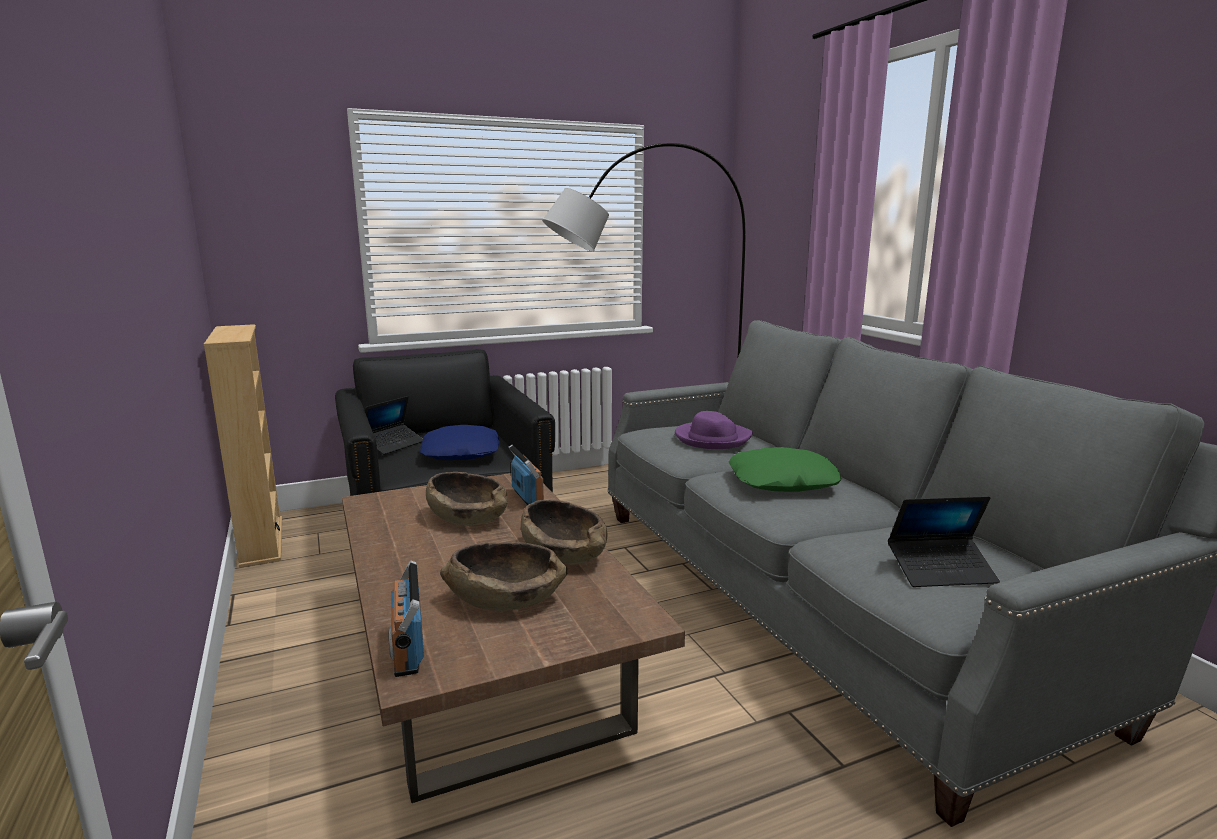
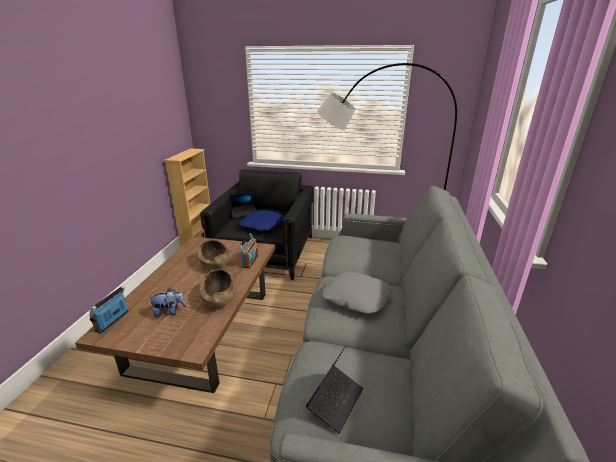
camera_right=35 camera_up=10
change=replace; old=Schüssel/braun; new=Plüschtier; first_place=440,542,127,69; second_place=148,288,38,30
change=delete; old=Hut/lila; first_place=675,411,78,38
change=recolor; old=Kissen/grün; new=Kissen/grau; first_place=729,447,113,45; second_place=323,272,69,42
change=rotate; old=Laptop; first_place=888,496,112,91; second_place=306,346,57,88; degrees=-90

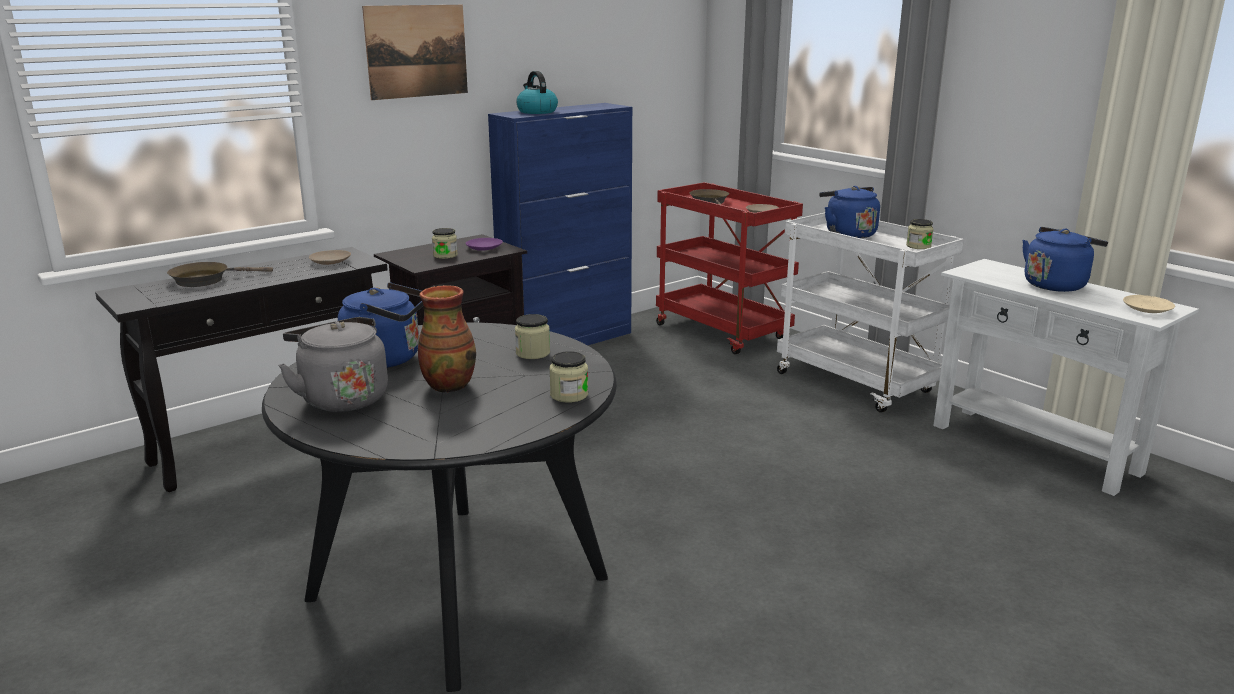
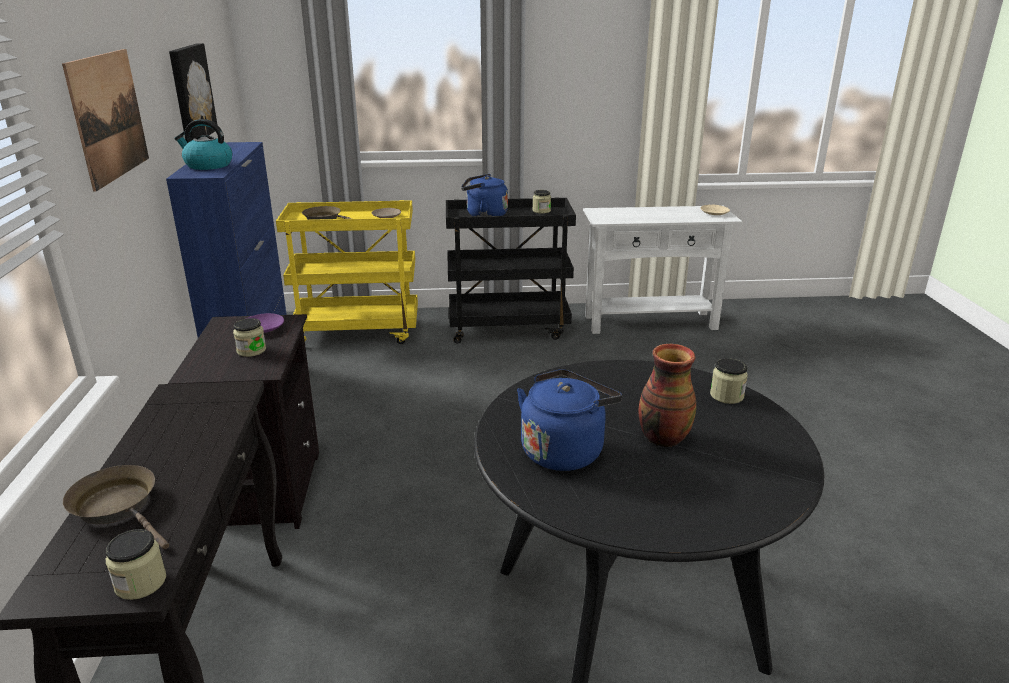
camera_right=-55 camera_up=5
change=rotate; old=Pfanne/braun; first_place=167,262,106,25; second_place=63,465,106,84; degrees=120
change=delete; old=Wasserkessel/grau; first_place=279,317,109,95
change=delete; old=Teller/beige; first_place=309,250,42,15
change=move; old=Vorratsglas; first_place=515,314,35,45; second_place=106,529,60,71
change=recolor; old=Rollwagen/rot; new=Rollwagen/gelb; first_place=656,182,147,173; second_place=276,200,142,144
change=recolor; old=Rollwagen/weiß; new=Rollwagen/schwarz; first_place=777,212,187,201; second_place=446,197,130,147
change=delete; old=Wasserkessel/blau; first_place=1022,227,86,65
change=insert; new=Bild; second_place=169,43,48,97

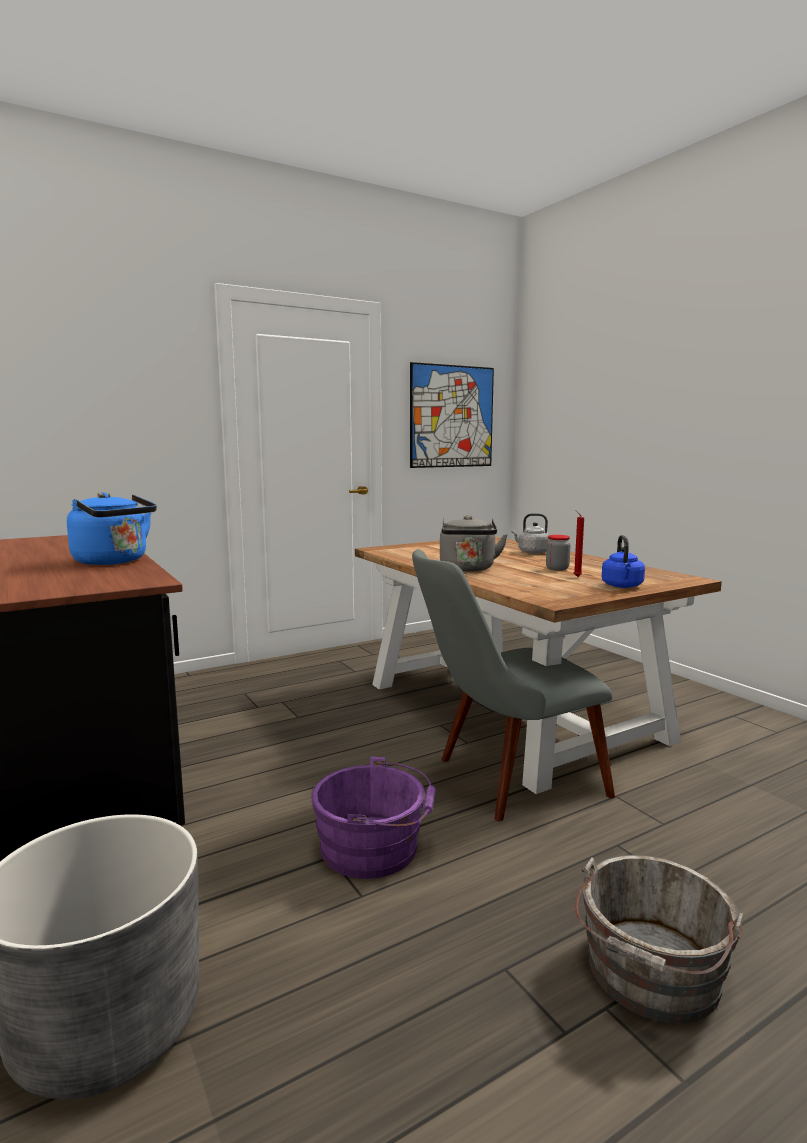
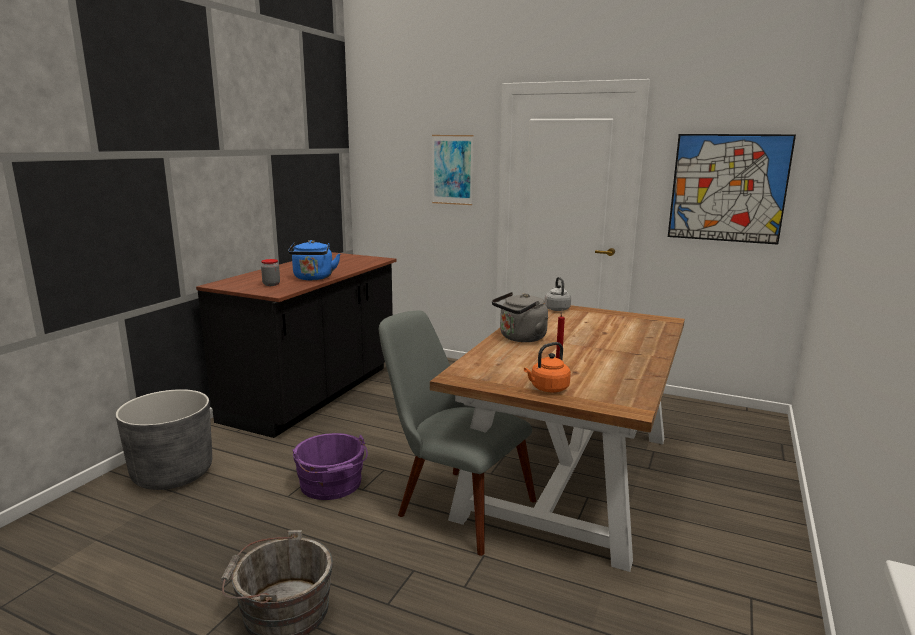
camera_right=55 camera_up=5
change=move; old=Wasserkessel/grau; first_place=511,513,38,41; second_place=544,277,27,34
change=move; old=Vorratsglas; first_place=546,535,25,36; second_place=261,259,19,27
change=recolor; old=Wasserkessel/blau; new=Wasserkessel/orange; first_place=602,535,43,53; second_place=524,342,47,50
change=insert; new=Bild; second_place=432,135,41,70

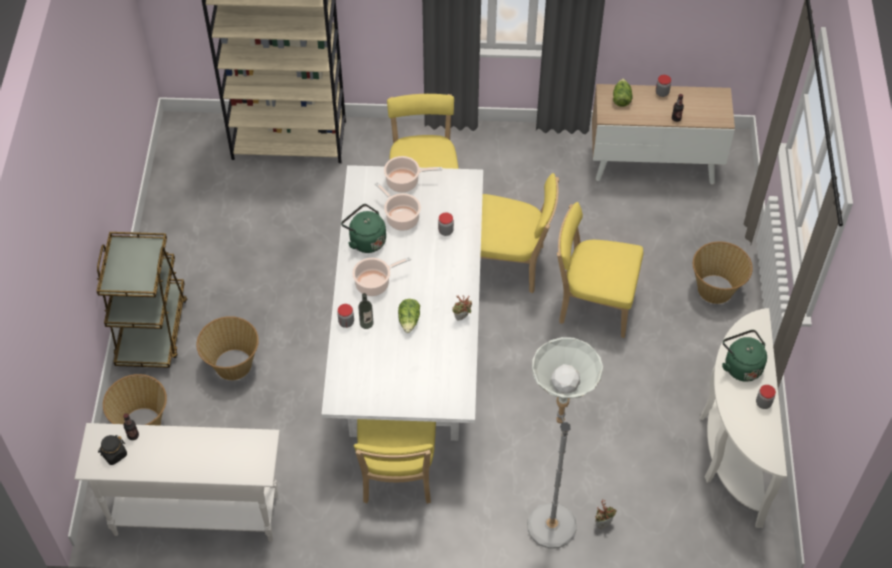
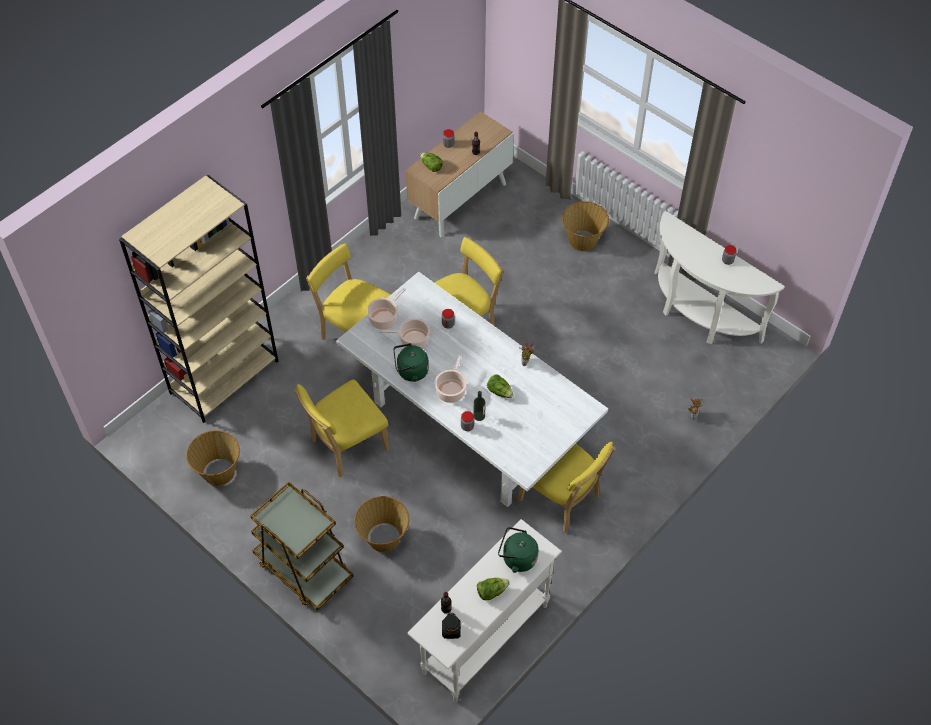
camera_right=-50 camera_up=0
change=move; old=Korb; first_place=103,374,64,52; second_place=186,430,54,56
change=delete; old=Stehlampe/grau; first_place=527,337,76,212
change=move; old=Stuhl/gelb; first_place=557,202,86,136; second_place=294,379,95,99
change=move; old=Wasserkessel/grün; first_place=722,330,45,52; second_place=498,527,40,46
change=insert; new=Salatkopf; second_place=477,578,33,22

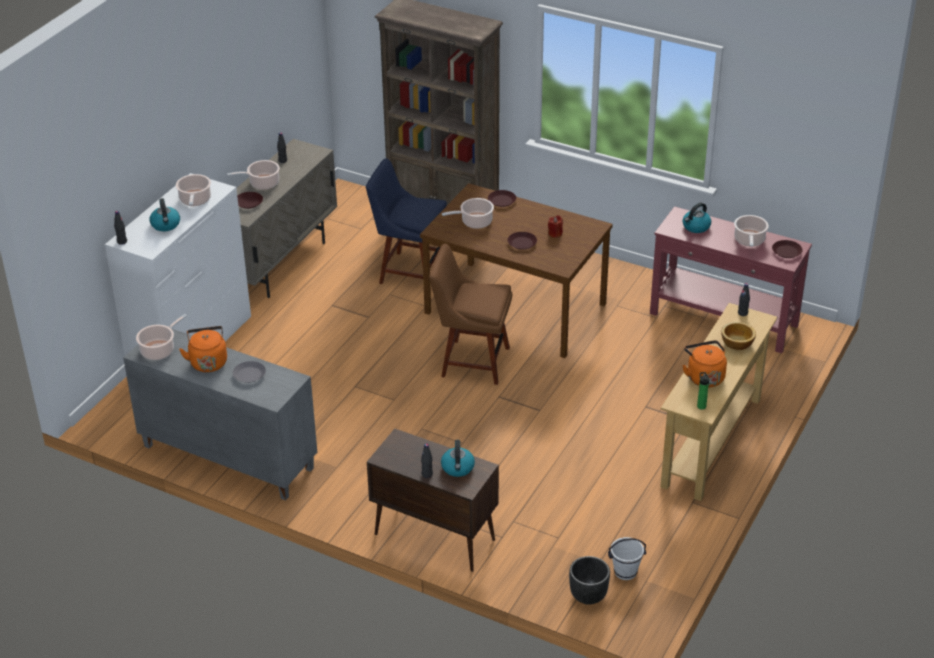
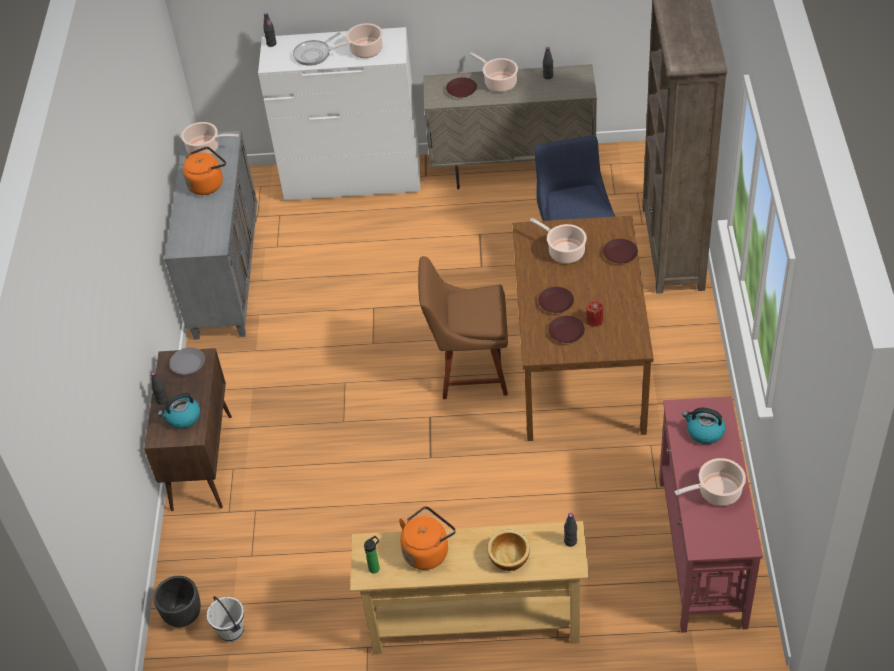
camera_right=65 camera_up=10
change=replace; old=Wasserkessel; new=Pfanne; first_place=150,198,30,33; second_place=293,32,48,34
change=move; old=Teller/grau; first_place=233,361,33,22; second_place=169,347,36,28
change=rotate; old=Stuhl/braun; first_place=429,244,83,141; second_place=418,256,90,143; degrees=-75
change=move; old=Teller/braun; first_place=772,240,30,18; second_place=548,316,37,27

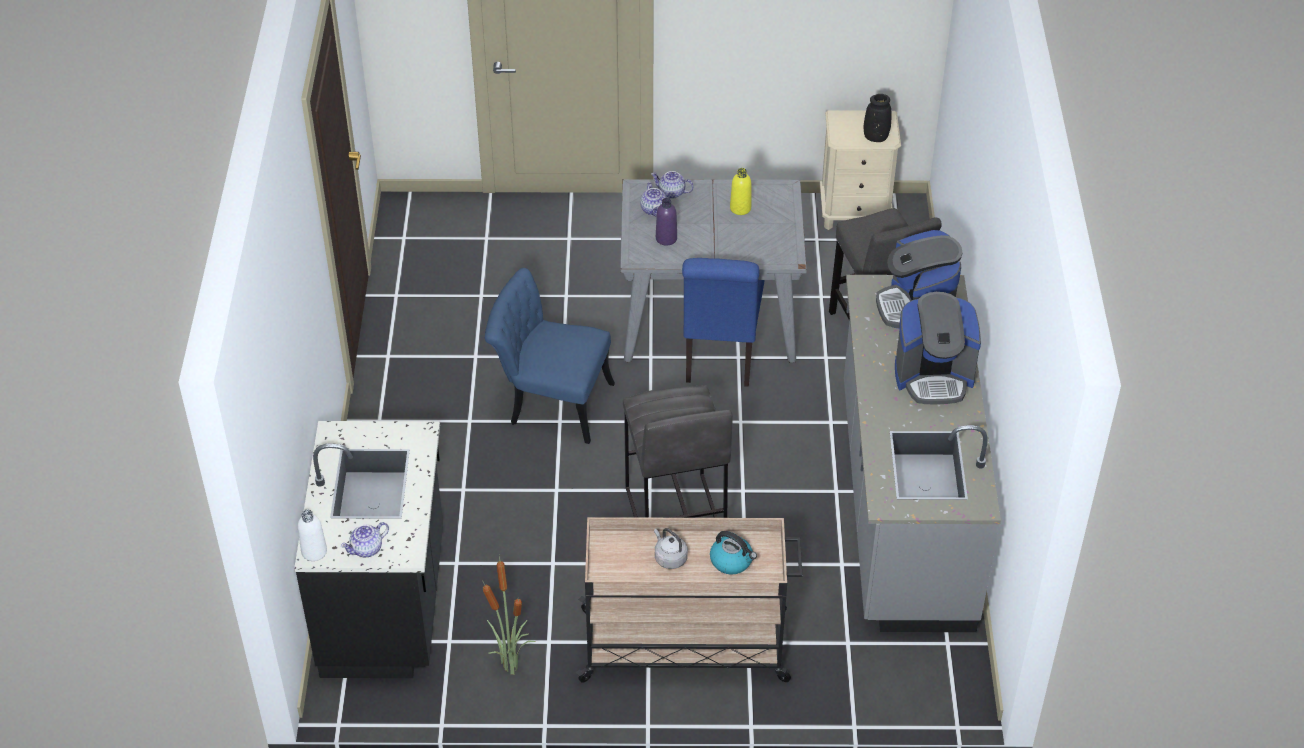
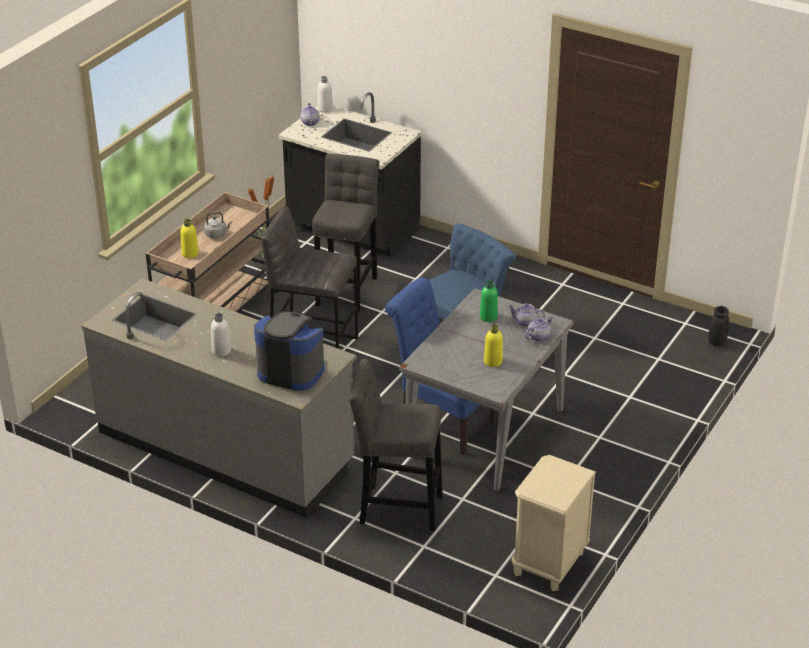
camera_right=120 camera_up=-10
change=recolor; old=Flasche/lila; new=Flasche/grün; first_place=656,198,21,48; second_place=480,281,18,41
change=replace; old=Wasserkessel; new=Flasche/gelb; first_place=710,531,47,44; second_place=181,219,18,39
change=move; old=Vase/schwarz; first_place=864,94,28,48; second_place=708,306,21,40
change=replace; old=Kaffeemaschine; new=Flasche/weiß; first_place=895,292,86,112; second_place=211,313,20,43
change=insert; new=Hocker/grau; second_place=312,154,67,158

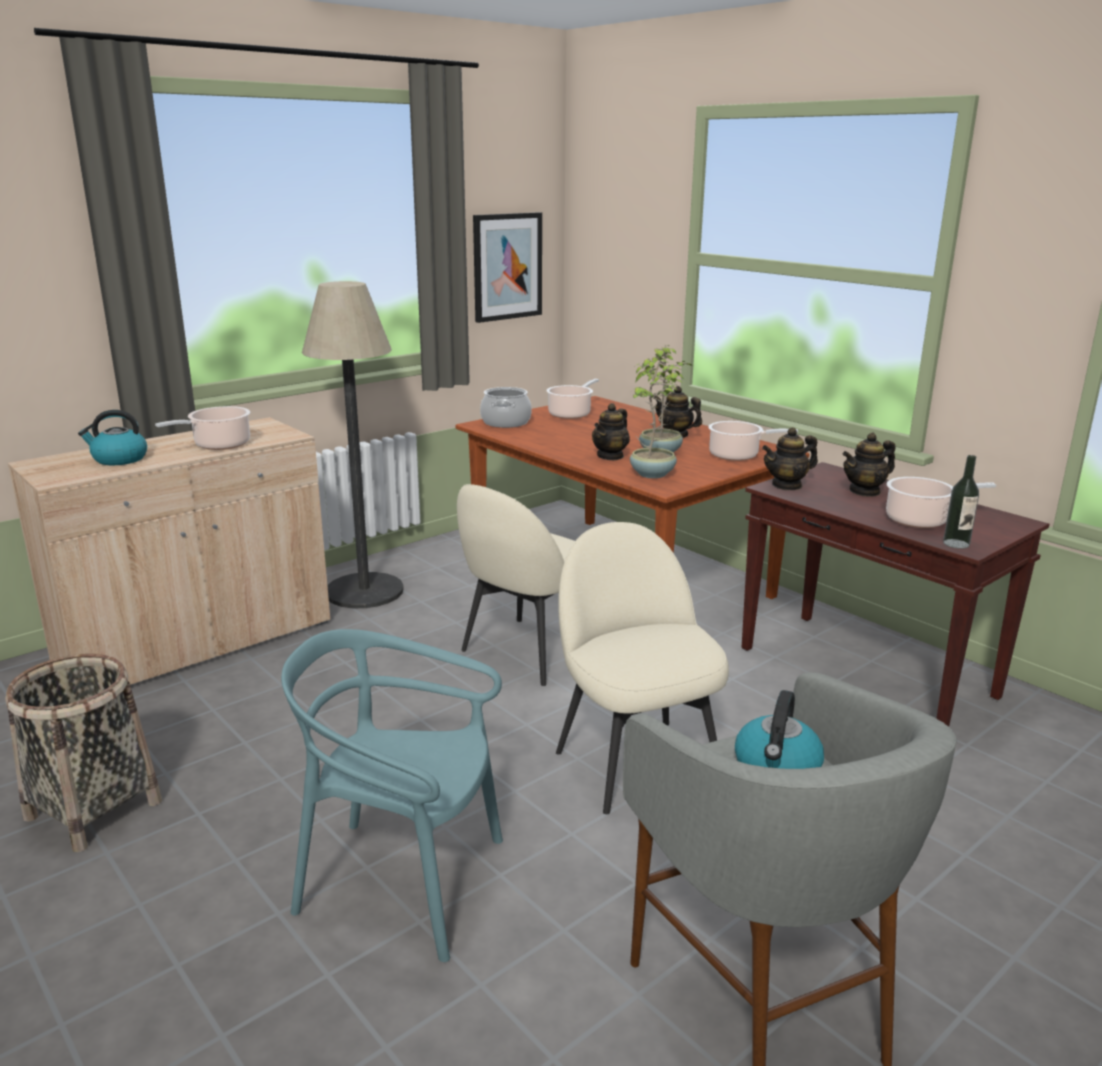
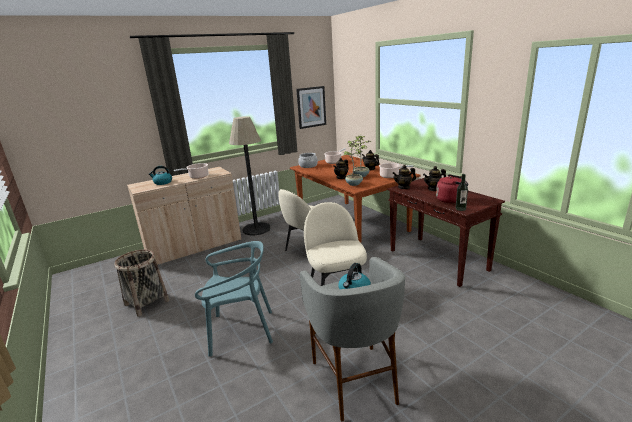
camera_right=10 camera_up=0
change=rotate; old=Stuhl/türkis; first_place=281,629,222,333; second_place=195,241,78,116; degrees=150
change=replace; old=Kochtopf; new=Wasserkessel/rot; first_place=886,477,110,51; second_place=436,174,32,29

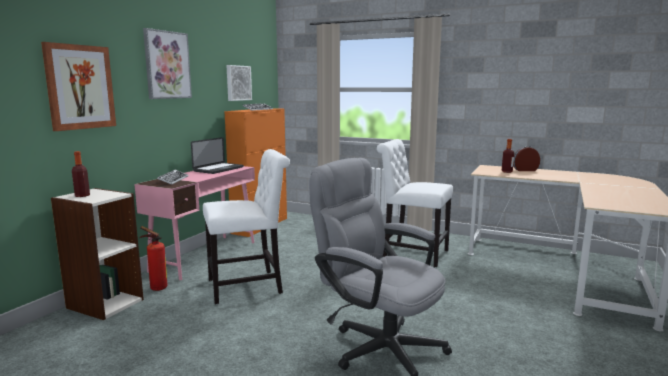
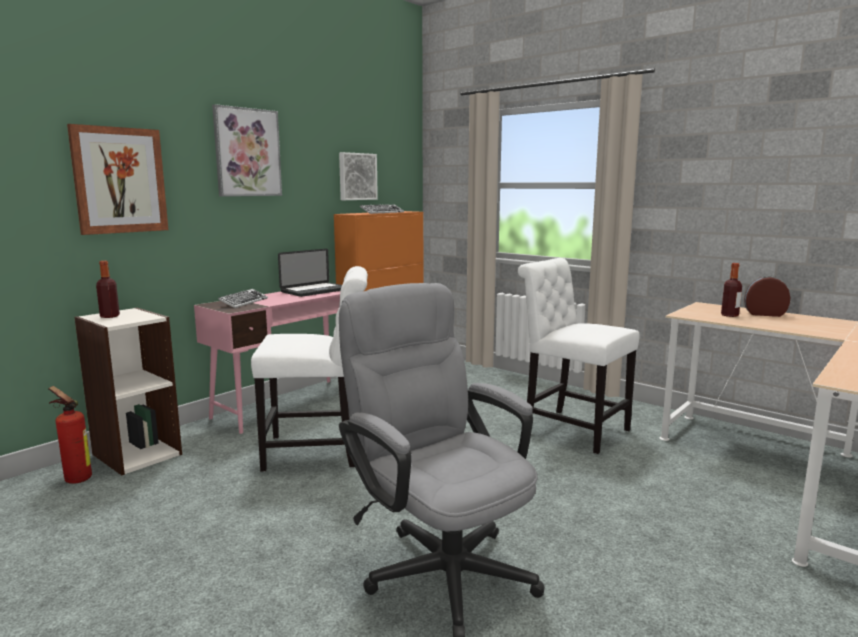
camera_right=15 camera_up=0
change=move; old=Feuerlöscher; first_place=139,226,28,65; second_place=48,386,44,98

